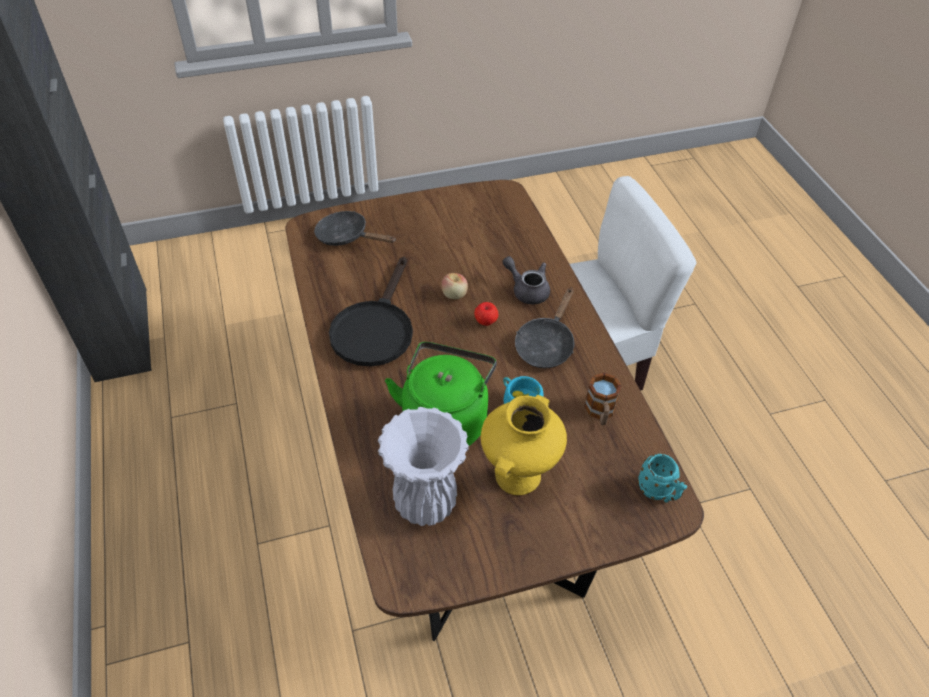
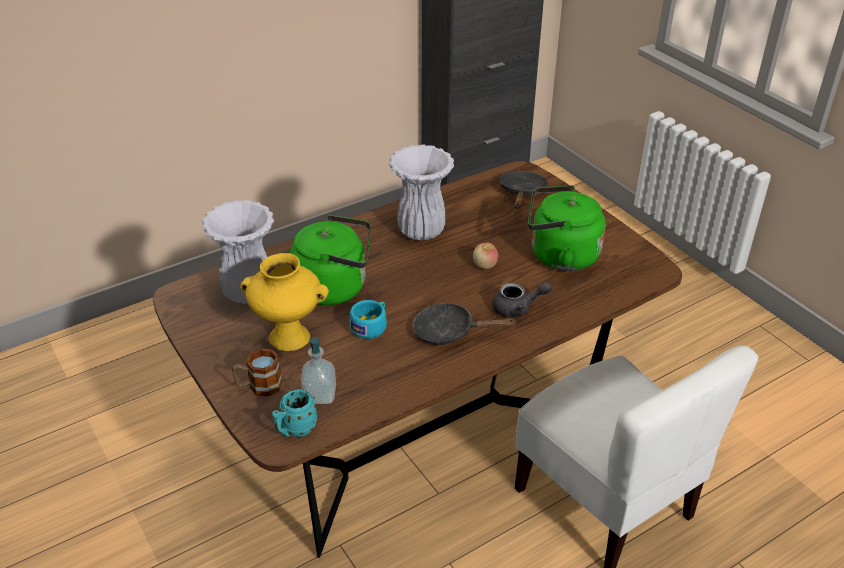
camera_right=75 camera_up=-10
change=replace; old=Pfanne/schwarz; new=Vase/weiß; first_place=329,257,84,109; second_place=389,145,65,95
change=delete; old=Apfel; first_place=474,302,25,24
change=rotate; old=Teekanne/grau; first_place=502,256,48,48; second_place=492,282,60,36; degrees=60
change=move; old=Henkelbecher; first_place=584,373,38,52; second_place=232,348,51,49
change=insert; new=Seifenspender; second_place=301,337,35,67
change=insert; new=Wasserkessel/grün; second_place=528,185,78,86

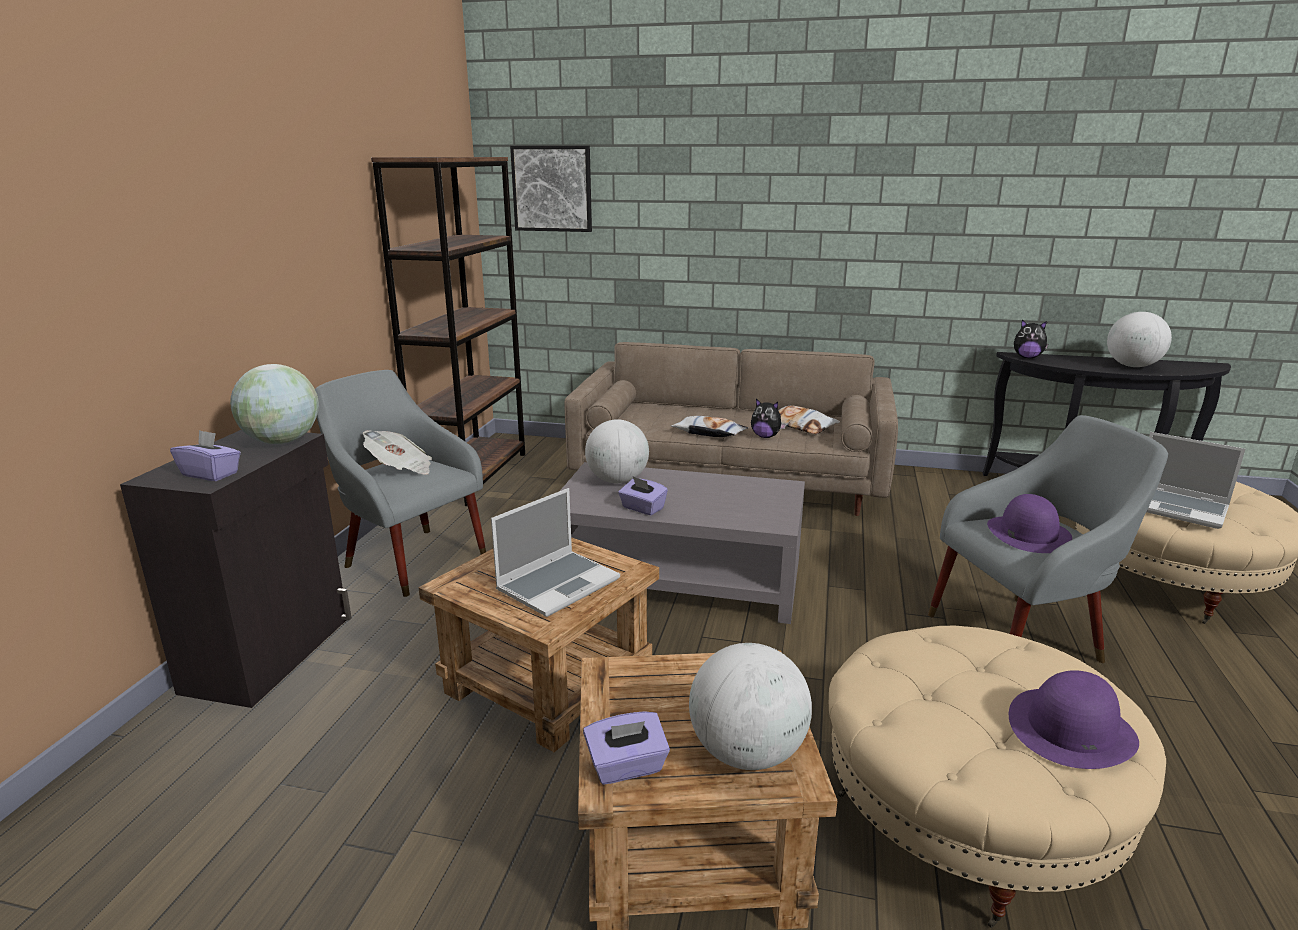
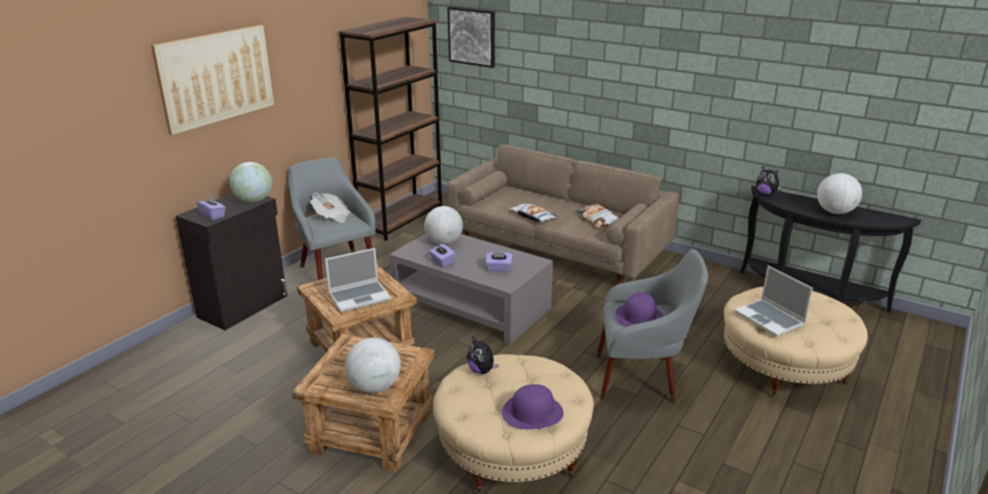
camera_right=20 camera_up=5
change=move; old=Taschentuchbox/lila; first_place=583,711,87,74; second_place=486,251,26,21
change=move; old=Plüschtier; first_place=751,399,35,39; second_place=467,336,32,38
change=insert; new=Bild; second_place=151,25,123,110

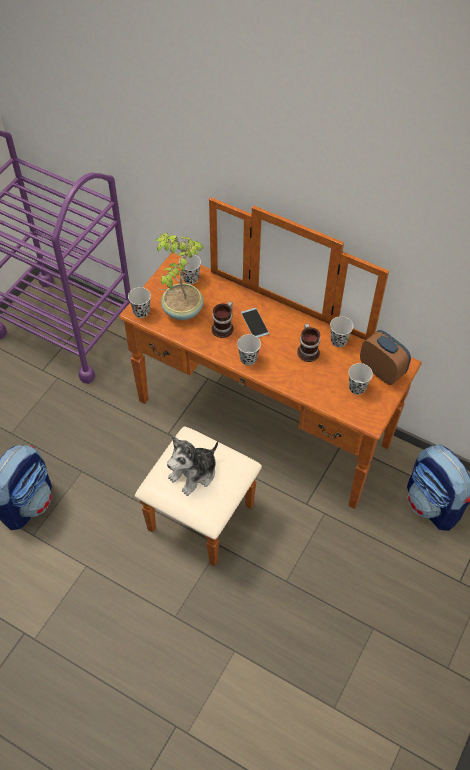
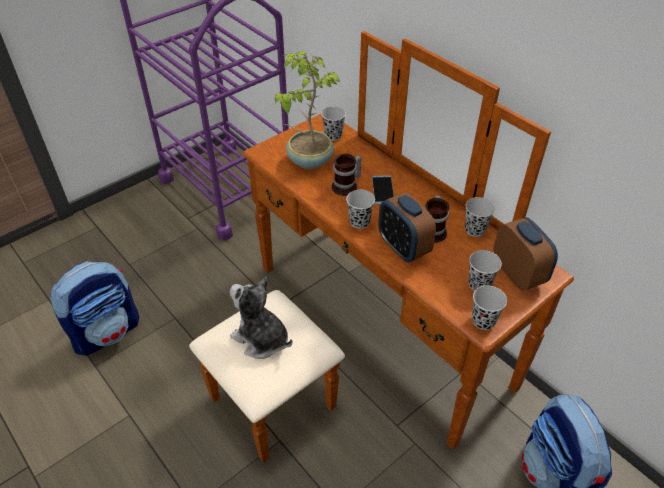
camera_right=20 camera_up=-10
change=move; old=Tasse/schwarz; first_place=128,287,23,31; second_place=472,285,35,45
change=rotate; old=Plüschtier; first_place=167,436,51,60; second_place=230,276,62,83; degrees=60
change=insert; new=Wecker; second_place=378,192,58,70

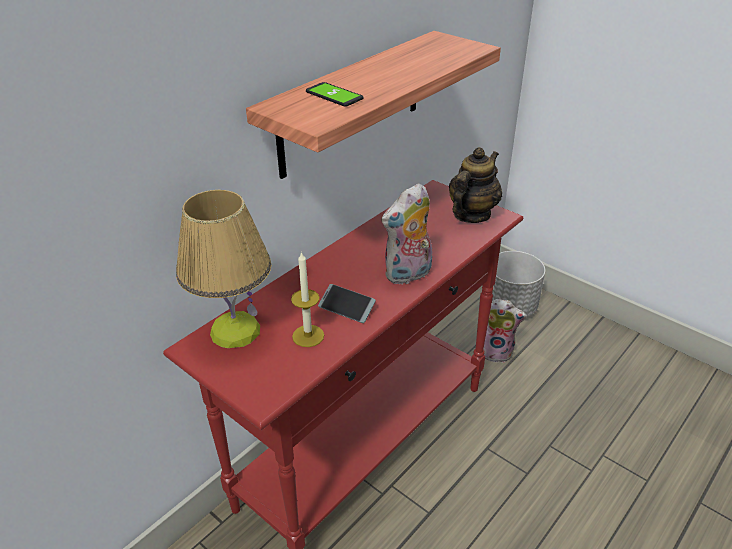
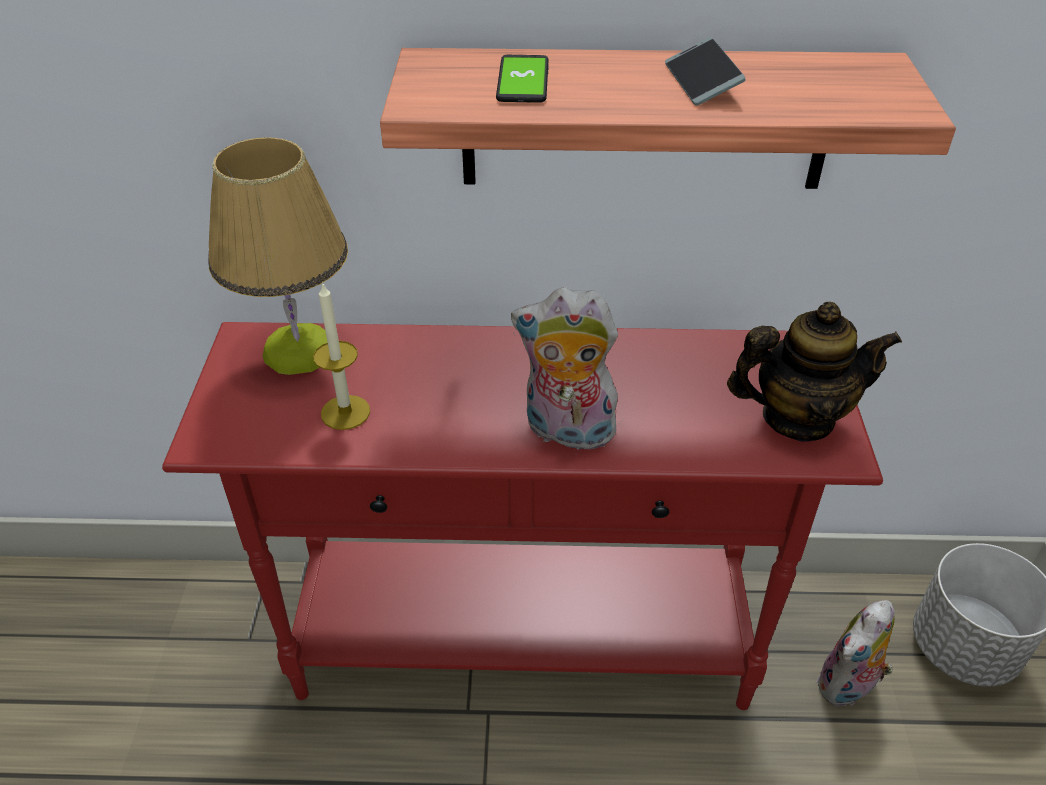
camera_right=50 camera_up=5
change=move; old=Handy; first_place=318,284,58,39; second_place=665,37,81,69
change=rotate; old=Plüschtier; first_place=483,299,44,64; second_place=816,600,79,106; degrees=75

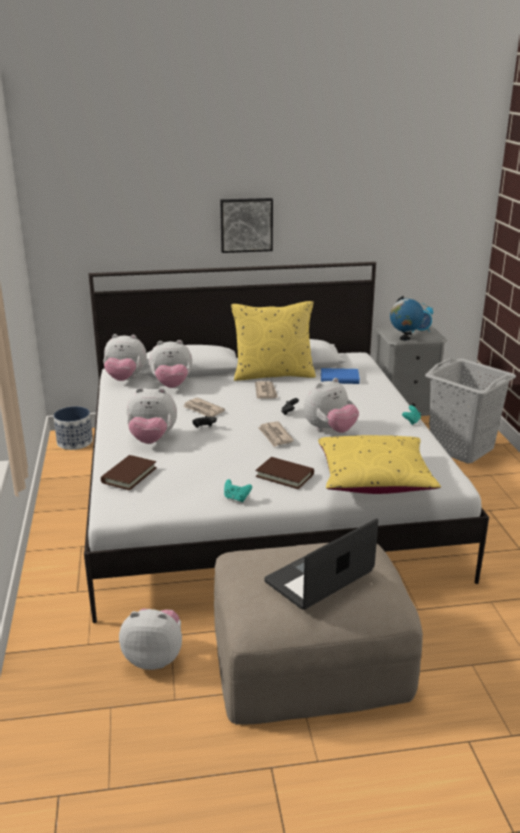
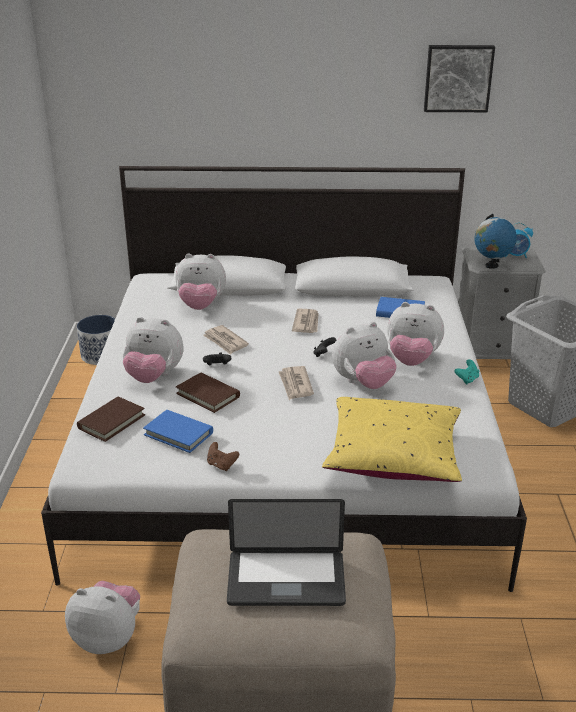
camera_right=10 camera_up=5
change=move; old=Plüschtier; first_place=103,334,44,47; second_place=387,302,57,64
change=move; old=Bild; first_place=220,198,53,55; second_place=424,45,71,67
change=recolor; old=Gamepad/türkis; new=Gamepad/braun; first_place=224,479,28,23; second_place=207,442,32,29
change=delete; old=Kissen/gelb; first_place=231,301,85,80
change=move; old=Buch/braun; first_place=256,457,58,32; second_place=176,373,64,40
change=rotate; old=Laptop; first_place=264,519,114,91; second_place=227,499,119,107; degrees=-150
change=insert; new=Buch/blau; second_place=143,410,70,43

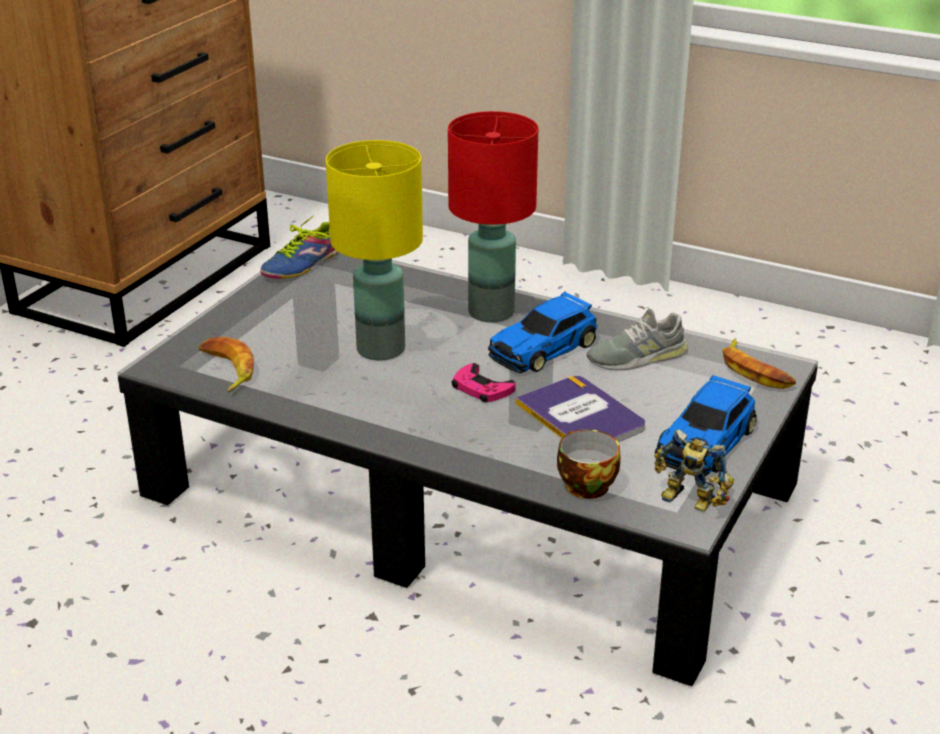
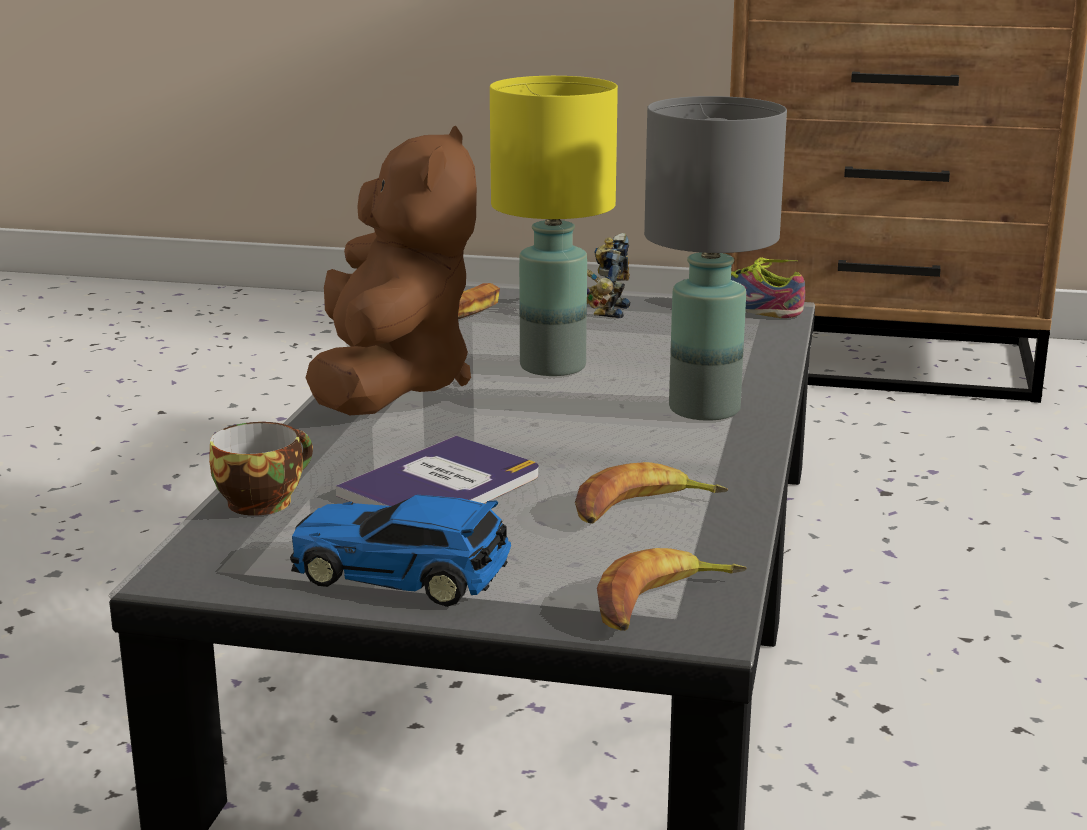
camera_right=75 camera_up=-10
change=recolor; old=Tischlampe/rot; new=Tischlampe/grau; first_place=448,111,90,211; second_place=644,96,143,325
change=delete; old=Gamepad/rosa; first_place=452,363,63,40
change=delete; old=Spielzeugauto; first_place=488,291,110,82
change=replace; old=Schuh/grau; new=Banane; first_place=587,309,100,61; second_place=575,462,153,62
change=move; old=Spielzeugroboter; first_place=655,429,79,83; second_place=587,233,43,85
change=insert; new=Plüschtier/braun; second_place=306,126,171,289

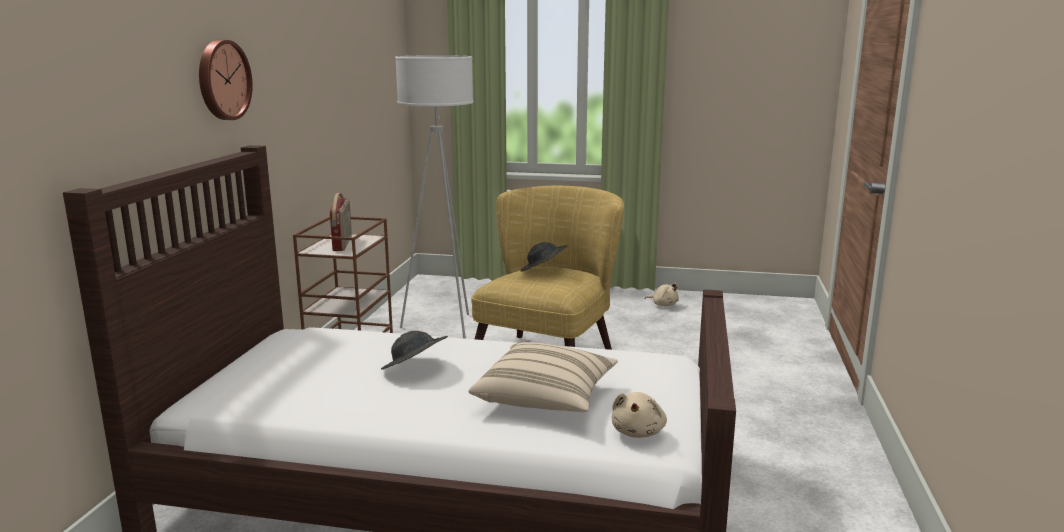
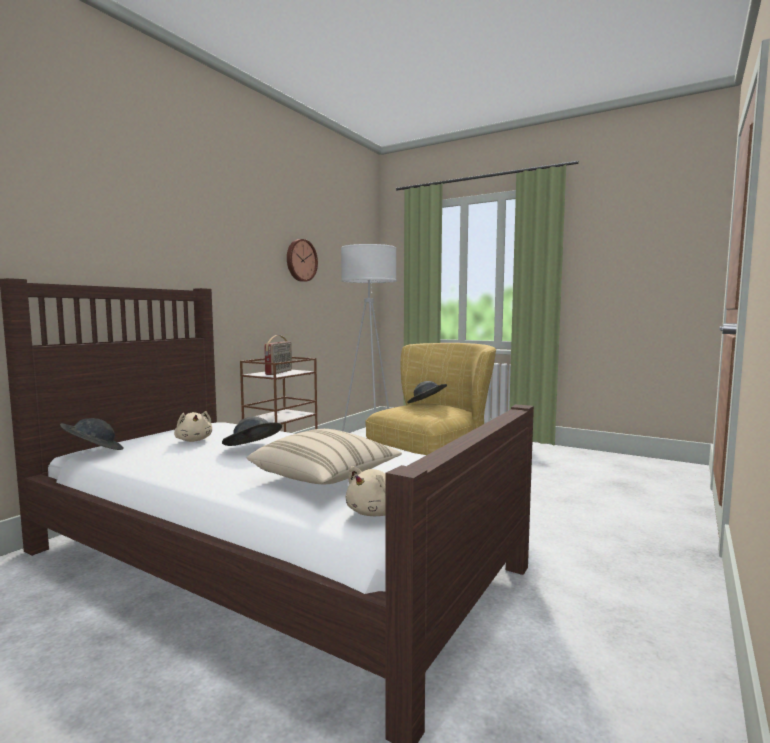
camera_right=20 camera_up=-10
change=move; old=Wanduhr; first_place=199,40,54,80; second_place=287,239,31,43
change=move; old=Plüschtier/beige; first_place=645,283,34,23; second_place=174,411,38,31
change=insert; new=Hut/grau; second_place=60,418,64,32

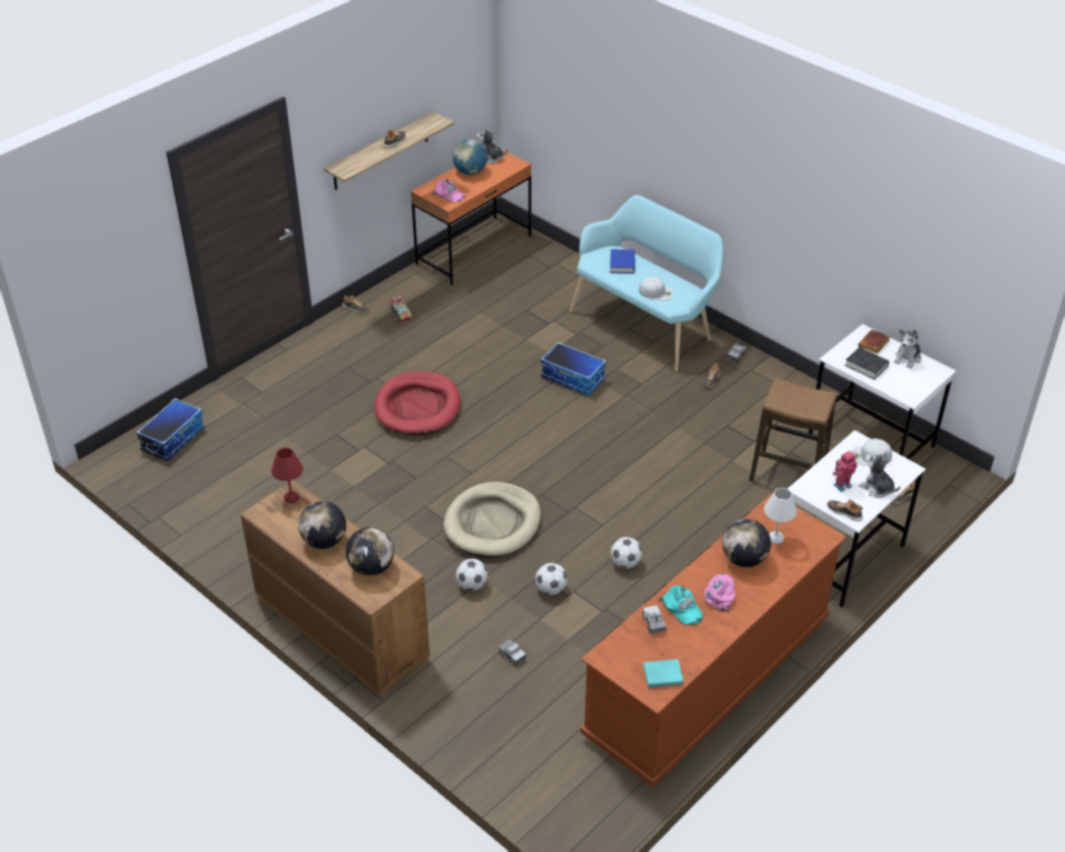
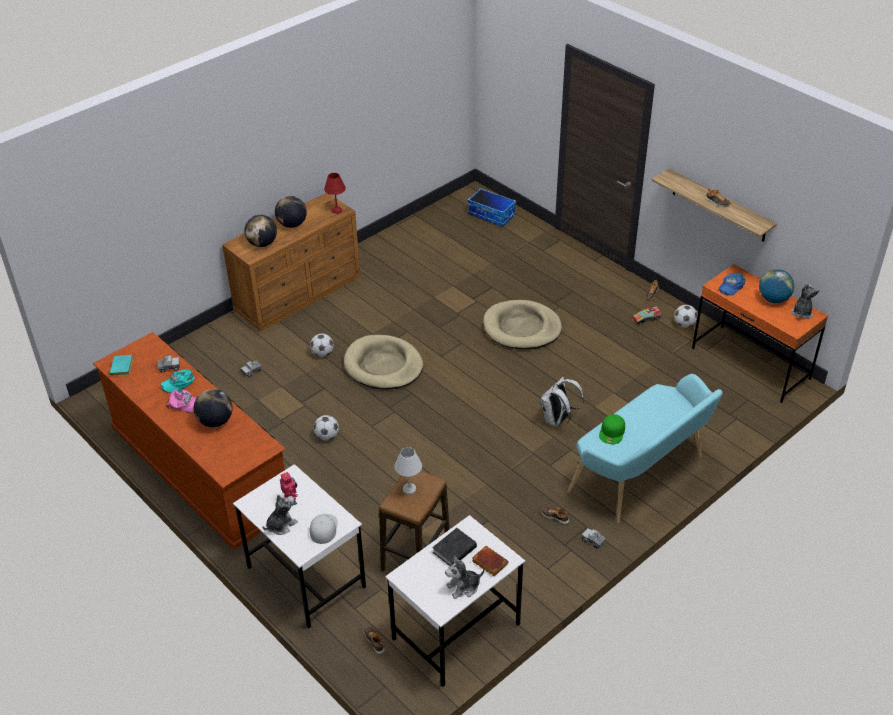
camera_right=95 camera_up=0
change=recolor; old=Hundebett/rot; new=Hundebett/beige; first_place=374,371,87,65; second_place=483,300,79,49
change=recolor; old=Kappe/rosa; new=Kappe/blau; first_place=431,179,34,23; second_place=719,273,27,23
change=move; old=Fußball; first_place=535,563,32,32; second_place=674,305,24,22
change=replace; old=Aufbewahrungsbox; new=Rucksack/weiß; first_place=541,342,65,54; second_place=540,377,44,50
change=delete; old=Buch/blau; first_place=610,249,25,25
change=recolor; old=Kappe/weiß; new=Kappe/grün; first_place=639,277,35,23; second_place=599,414,26,30
change=move; old=Tischlampe/weiß; first_place=764,488,33,56; second_place=394,447,28,47
change=delete; old=Schuh; first_place=827,499,36,22
change=rotate; old=Plüschtier; first_place=894,329,27,40; second_place=445,555,39,44; degrees=-60

